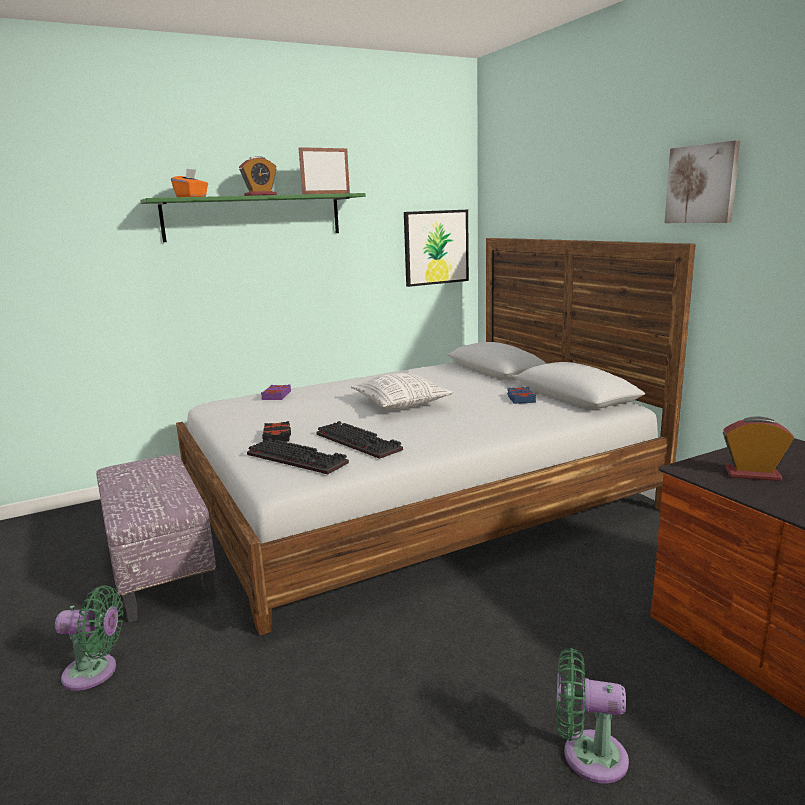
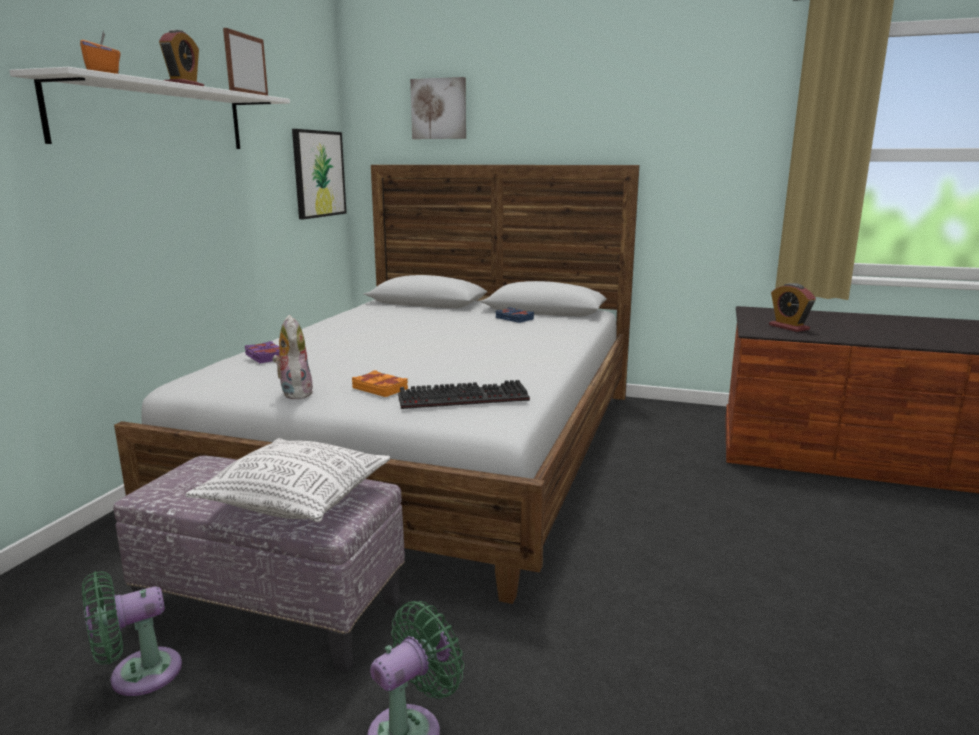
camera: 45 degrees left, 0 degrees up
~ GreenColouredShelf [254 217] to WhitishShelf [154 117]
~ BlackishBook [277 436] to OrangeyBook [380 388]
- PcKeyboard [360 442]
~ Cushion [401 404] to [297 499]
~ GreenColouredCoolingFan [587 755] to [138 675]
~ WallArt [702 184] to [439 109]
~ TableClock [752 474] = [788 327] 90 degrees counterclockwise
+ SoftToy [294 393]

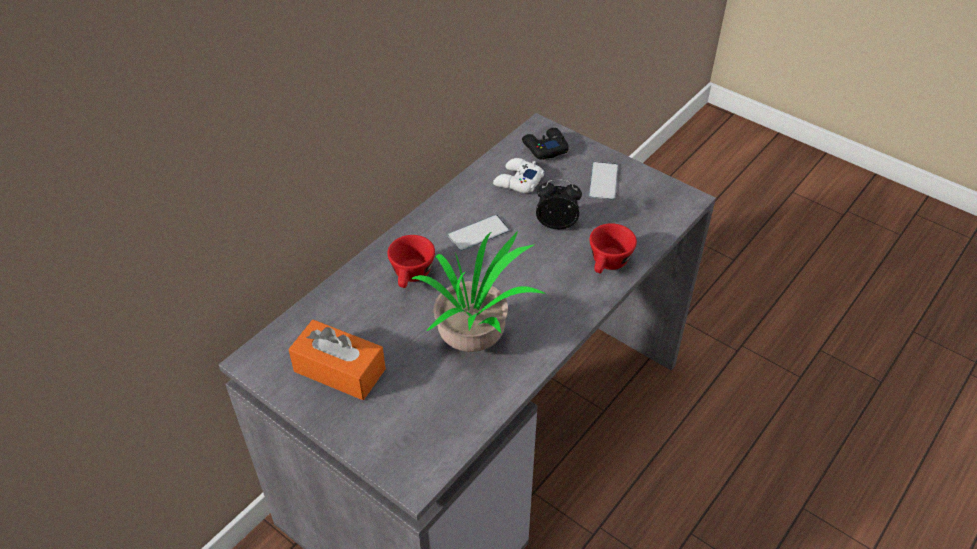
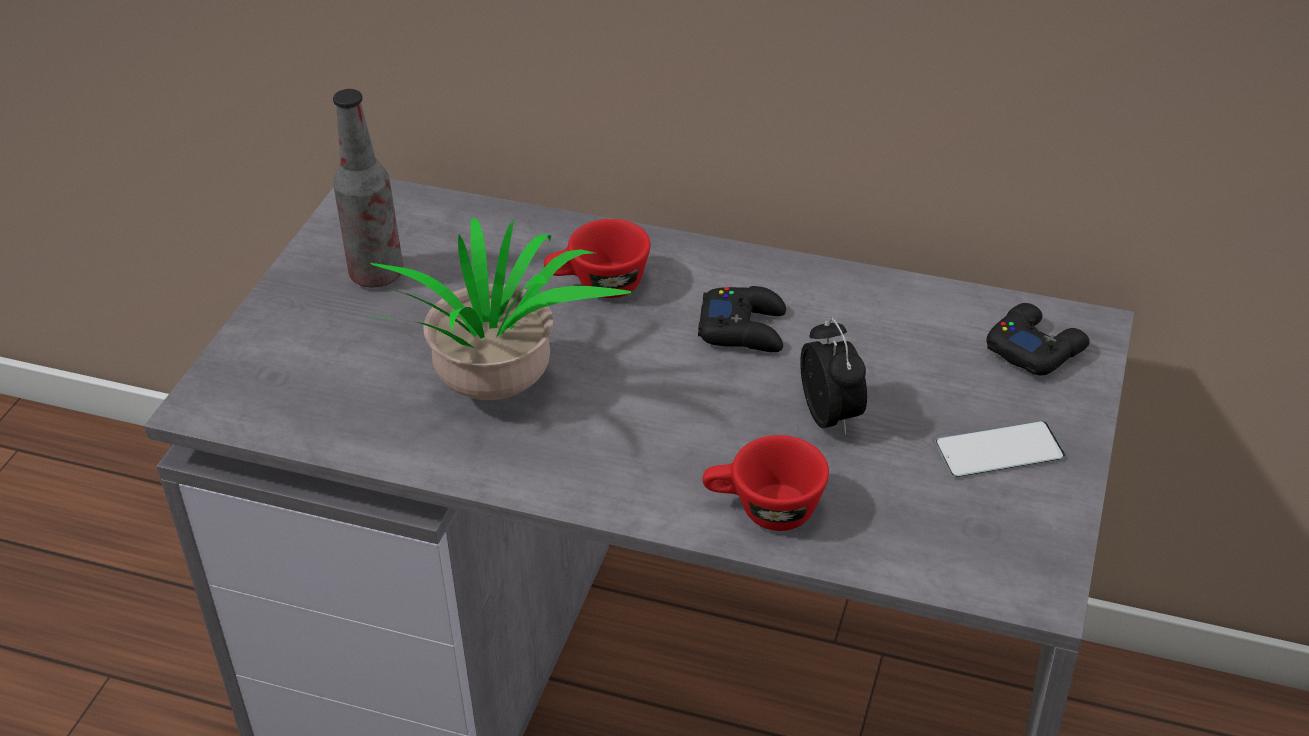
camera: 70 degrees right, 5 degrees down
~ OrangeyBoxOfTissues [339 370] to DrinkBottle [376 274]
~ Telephone [478 233] to BlackishGamepad [744 329]
- WhitishGamepad [517 181]

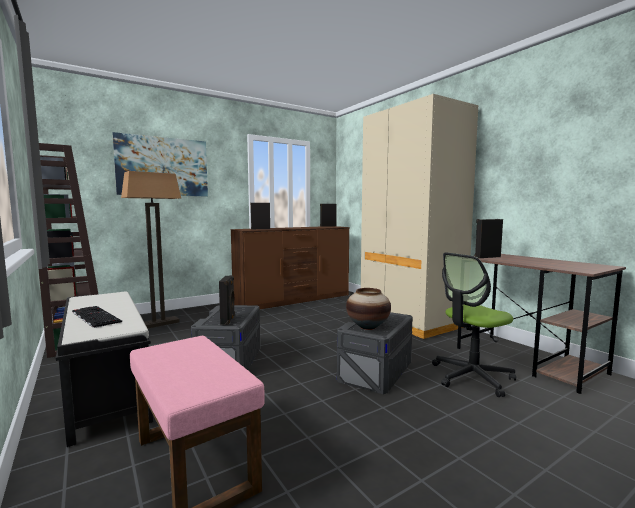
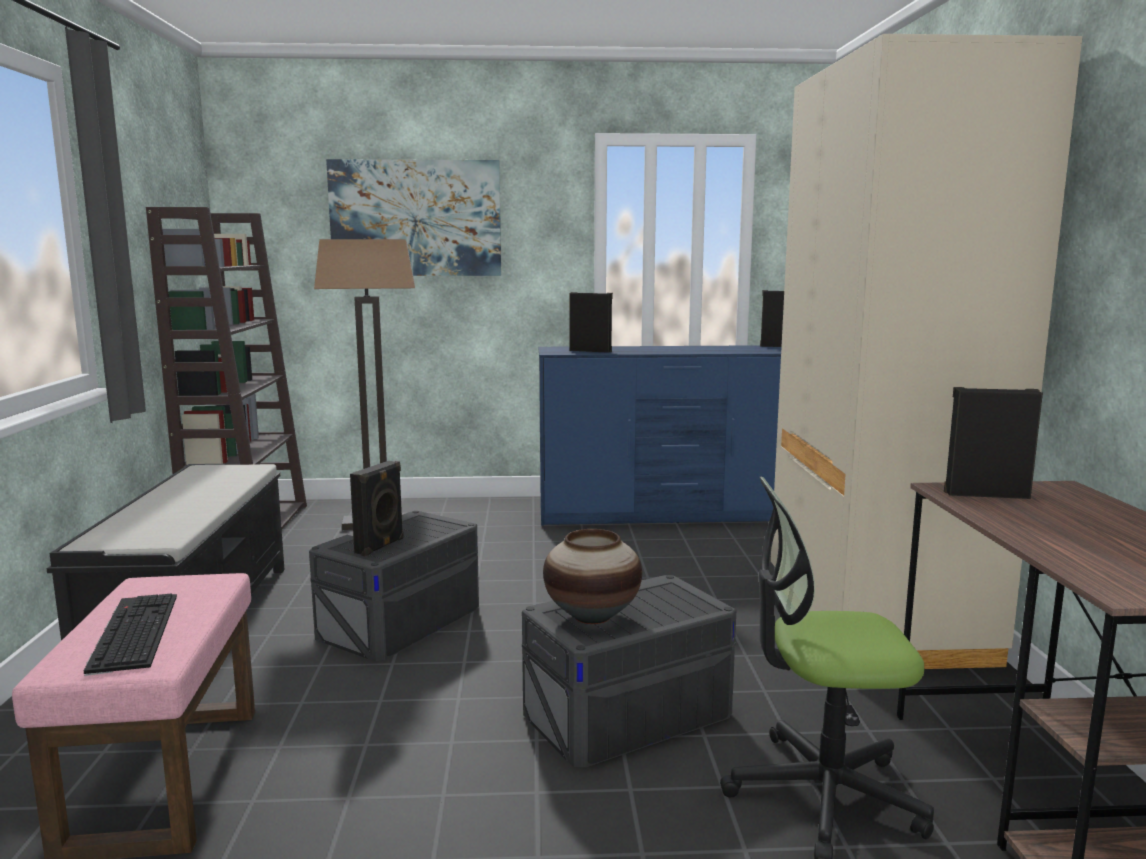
camera: 30 degrees right, 5 degrees up
~ PcKeyboard [94 317] to [132 632]
~ BrownDrawerChest [294 300] to BlueDrawerChest [674 514]

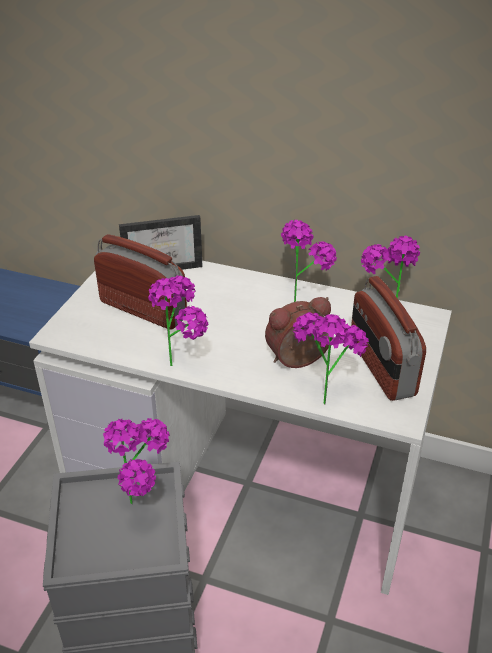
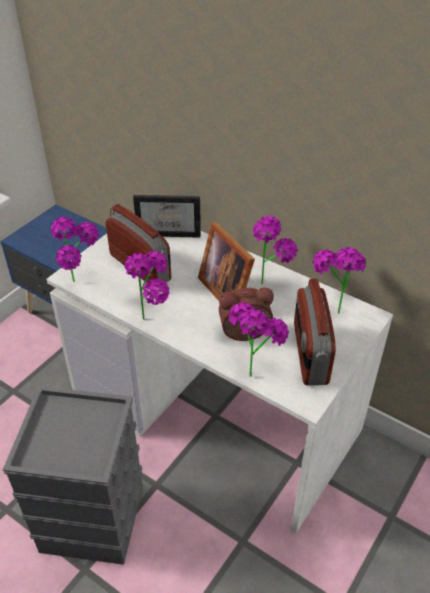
camera: 15 degrees right, 5 degrees up
~ PlantInAPot [145 504] to [82 284]
+ StandingFrame [227 289]

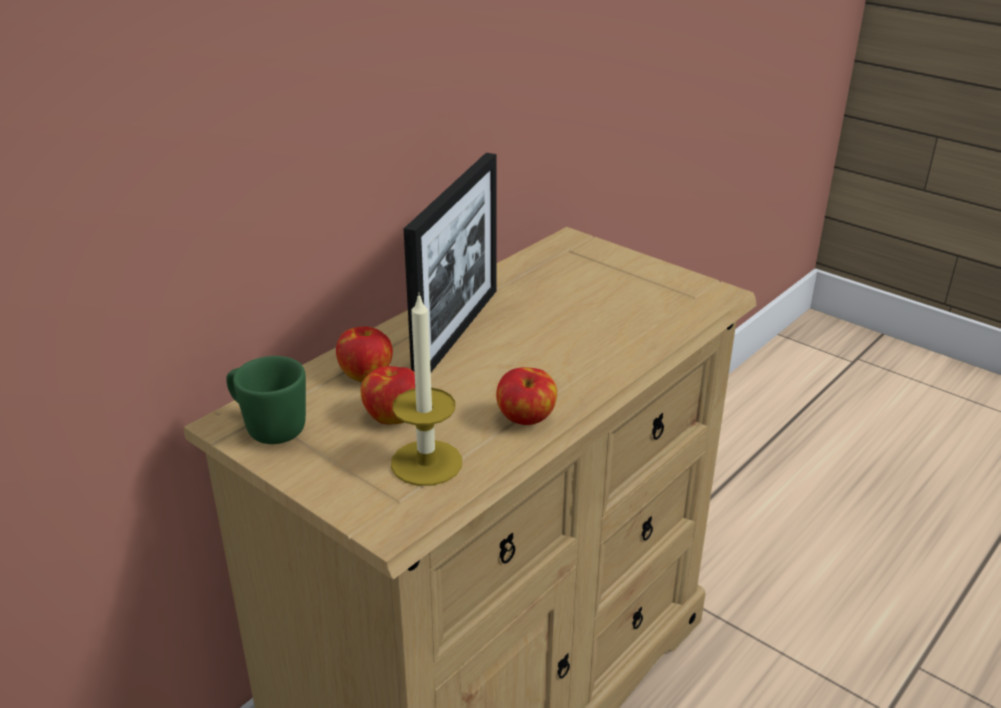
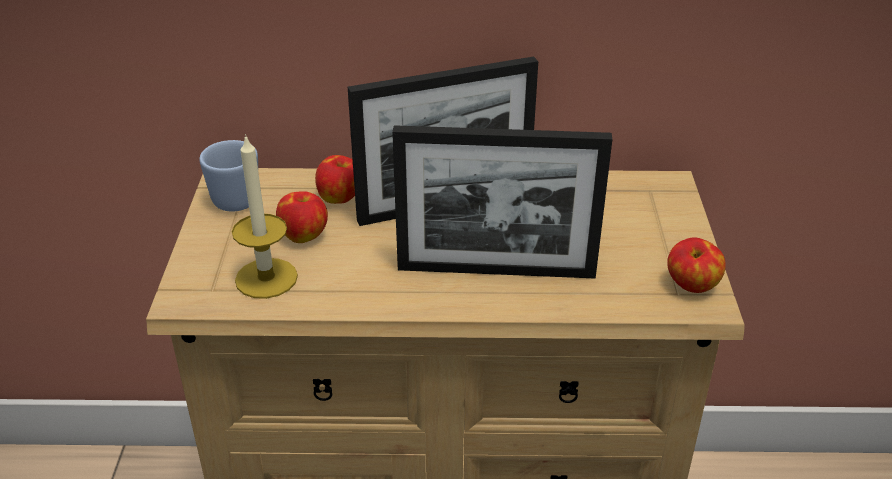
camera: 50 degrees right, 5 degrees up
~ GreenColouredTeaMug [268 427] to BlueTeaMug [236 196]
~ AppleFruit [526 419] to [691 286]
+ StandingFrame [496 270]

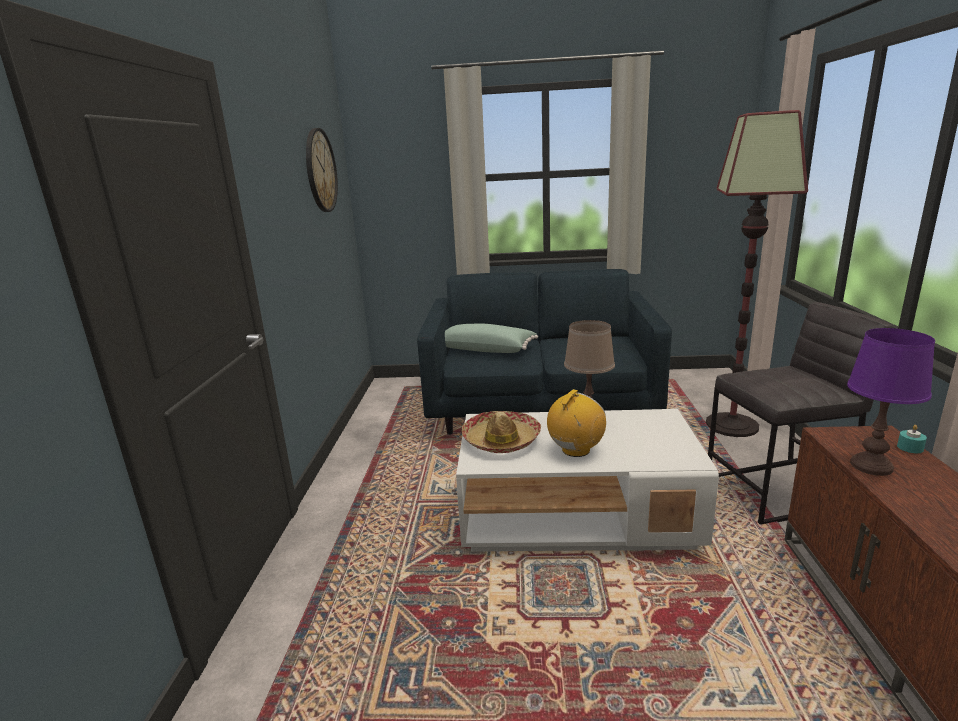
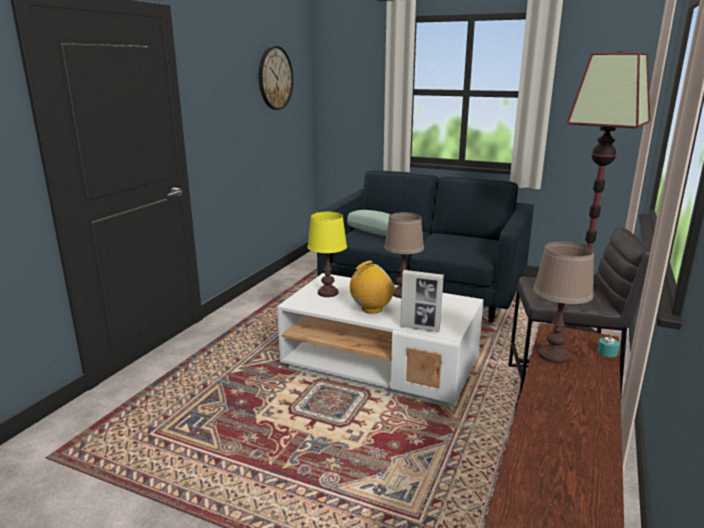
camera: 20 degrees right, 0 degrees up
~ ClothingHat [501 440] to YellowColouredLampForATable [328 293]
~ PurplishLampForATable [871 466] to BrownLampForATable [553 356]
+ StandingFrame [420 328]

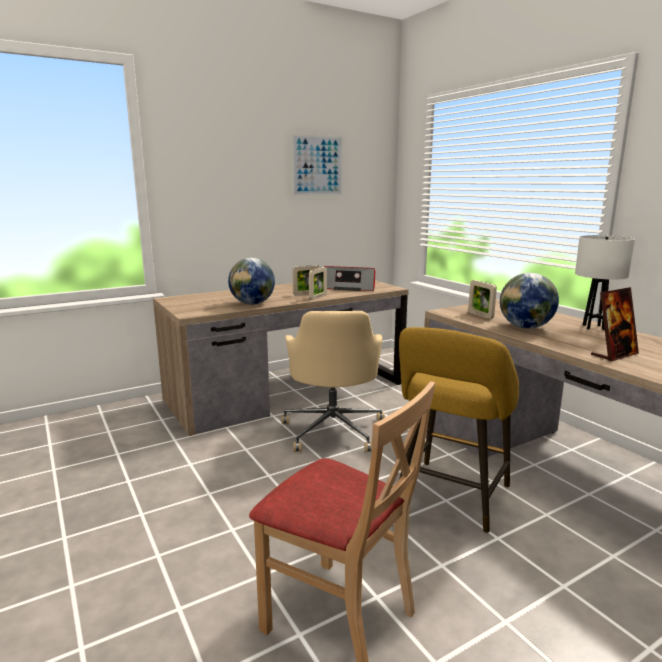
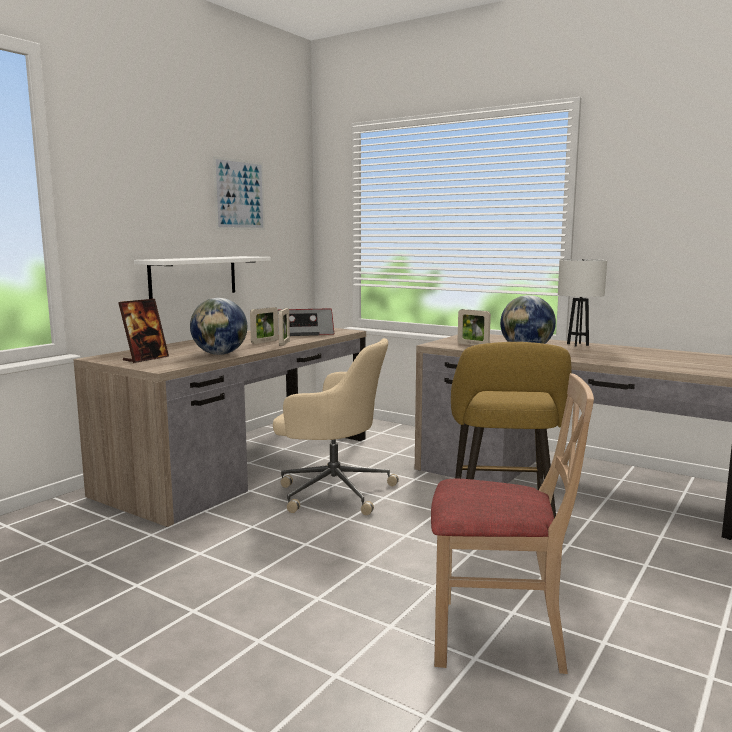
camera: 25 degrees left, 5 degrees down
~ BeigeDeskChair [333 429] = [333 491] 45 degrees counterclockwise
~ StandingFrame [614 355] to [145 359]
+ WhitishShelf [193 277]

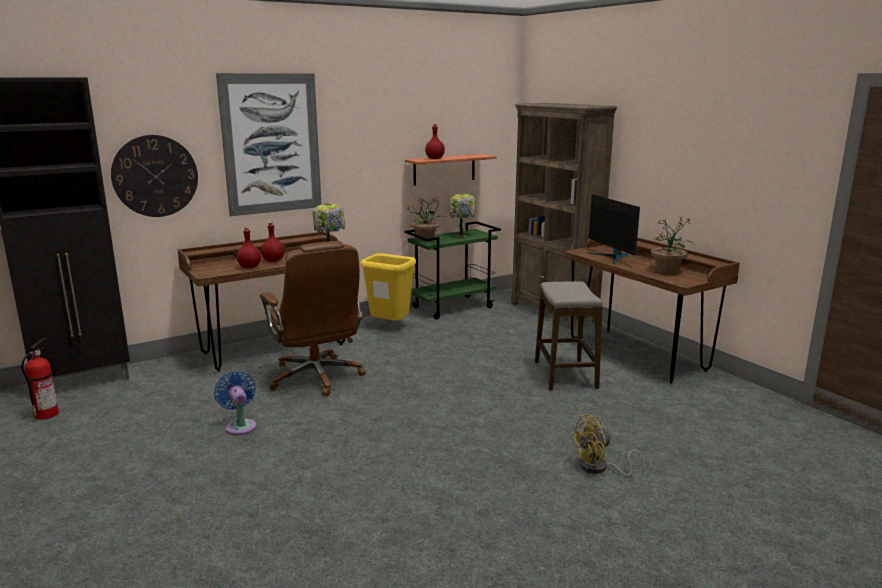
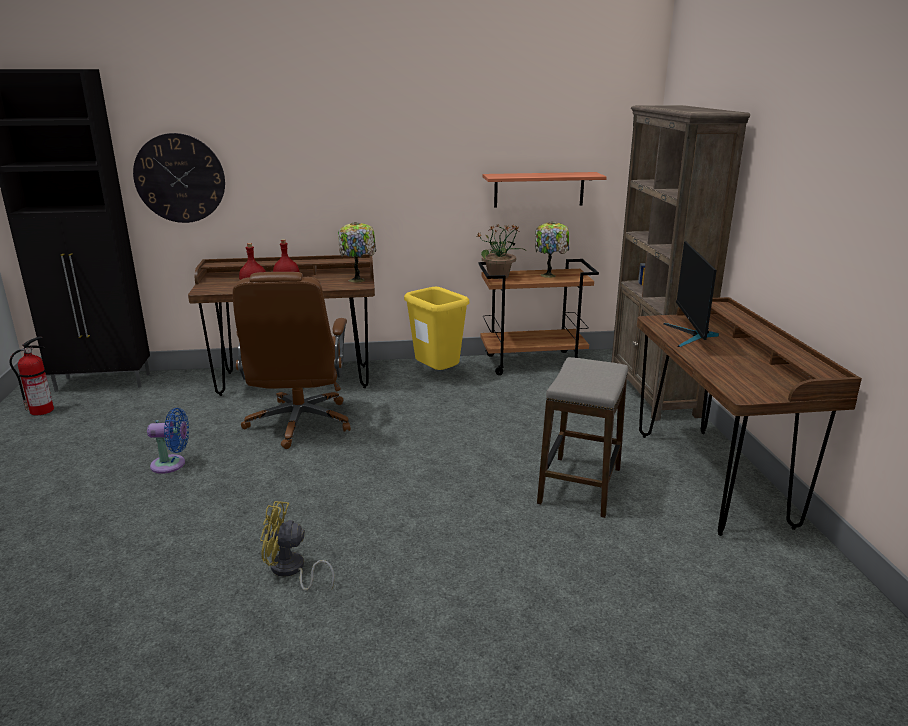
camera: 25 degrees right, 5 degrees up
~ BlueCoolingFan [240 426] = [172 464] 90 degrees clockwise
- WallArt [271 144]
~ GreenColouredCart [453 307] to BrownCart [533 362]
- ReddishDrinkBottle [434 158]
~ YellowColouredCoolingFan [599 468] to [291 571]
- PlantInAPot [667 271]

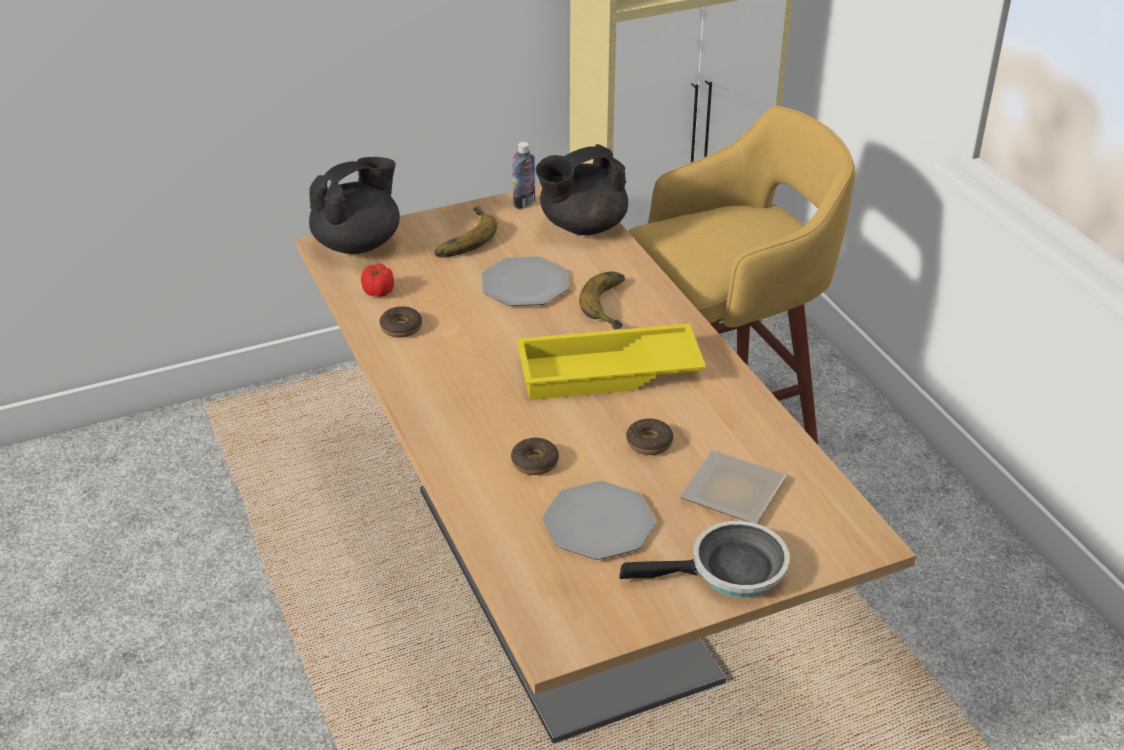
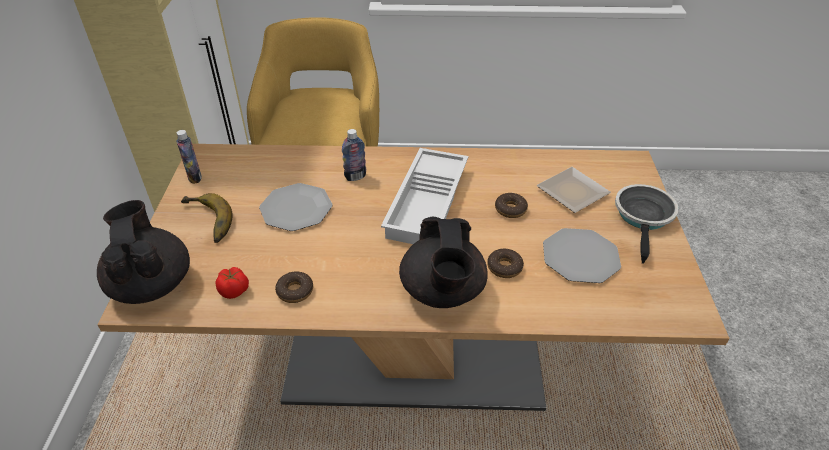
camera: 65 degrees left, 5 degrees up
~ YellowColouredServingTray [608 374] to WhitishServingTray [428 203]
~ BlackishPotForTea [582 226] to [442 292]
~ BananaFruit [614 304] to DrinkBottle [355 176]

